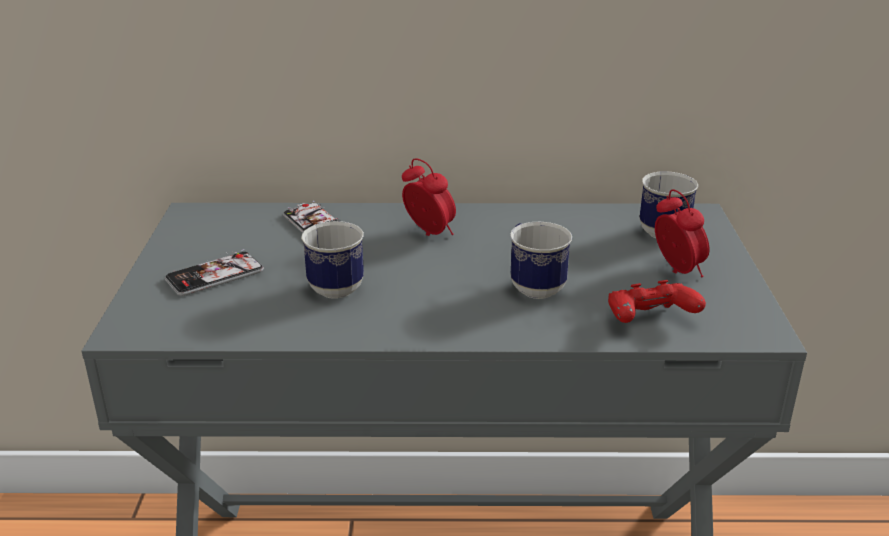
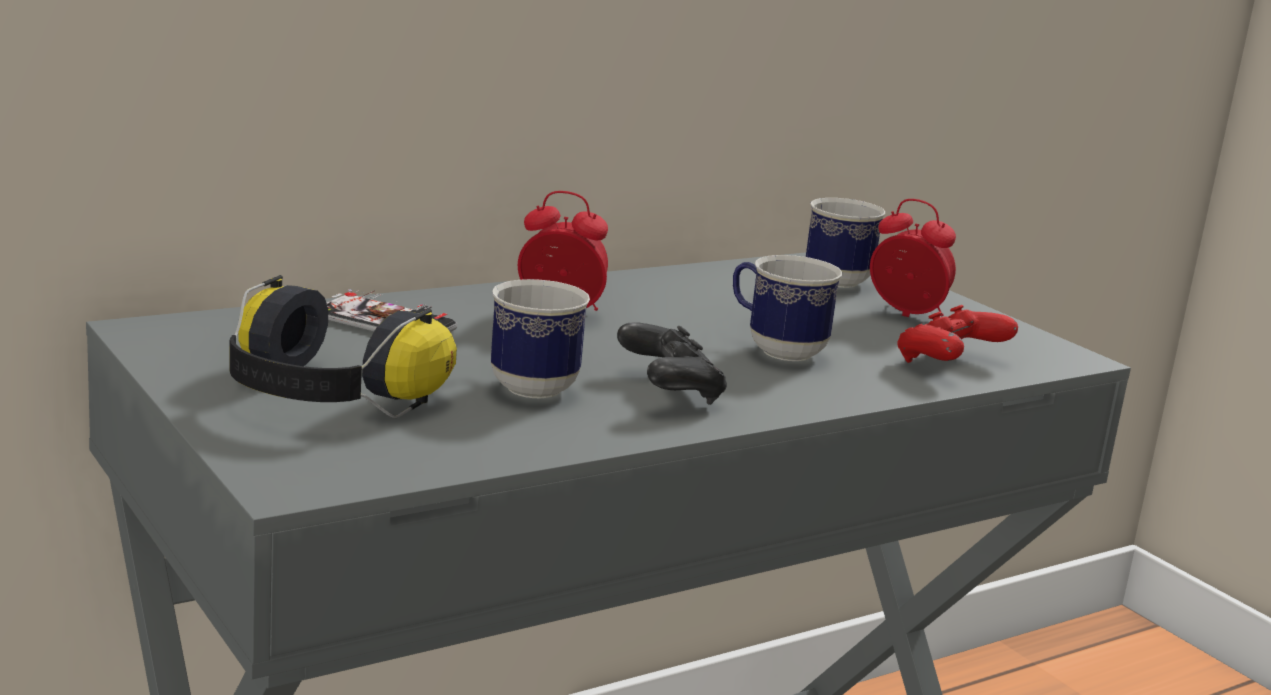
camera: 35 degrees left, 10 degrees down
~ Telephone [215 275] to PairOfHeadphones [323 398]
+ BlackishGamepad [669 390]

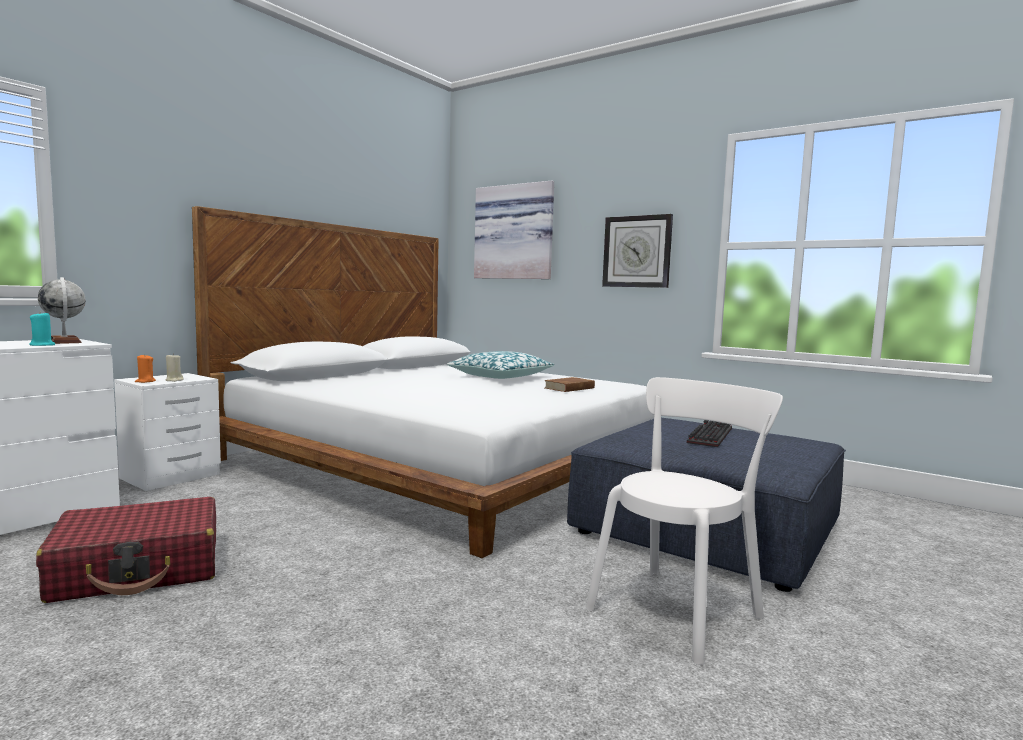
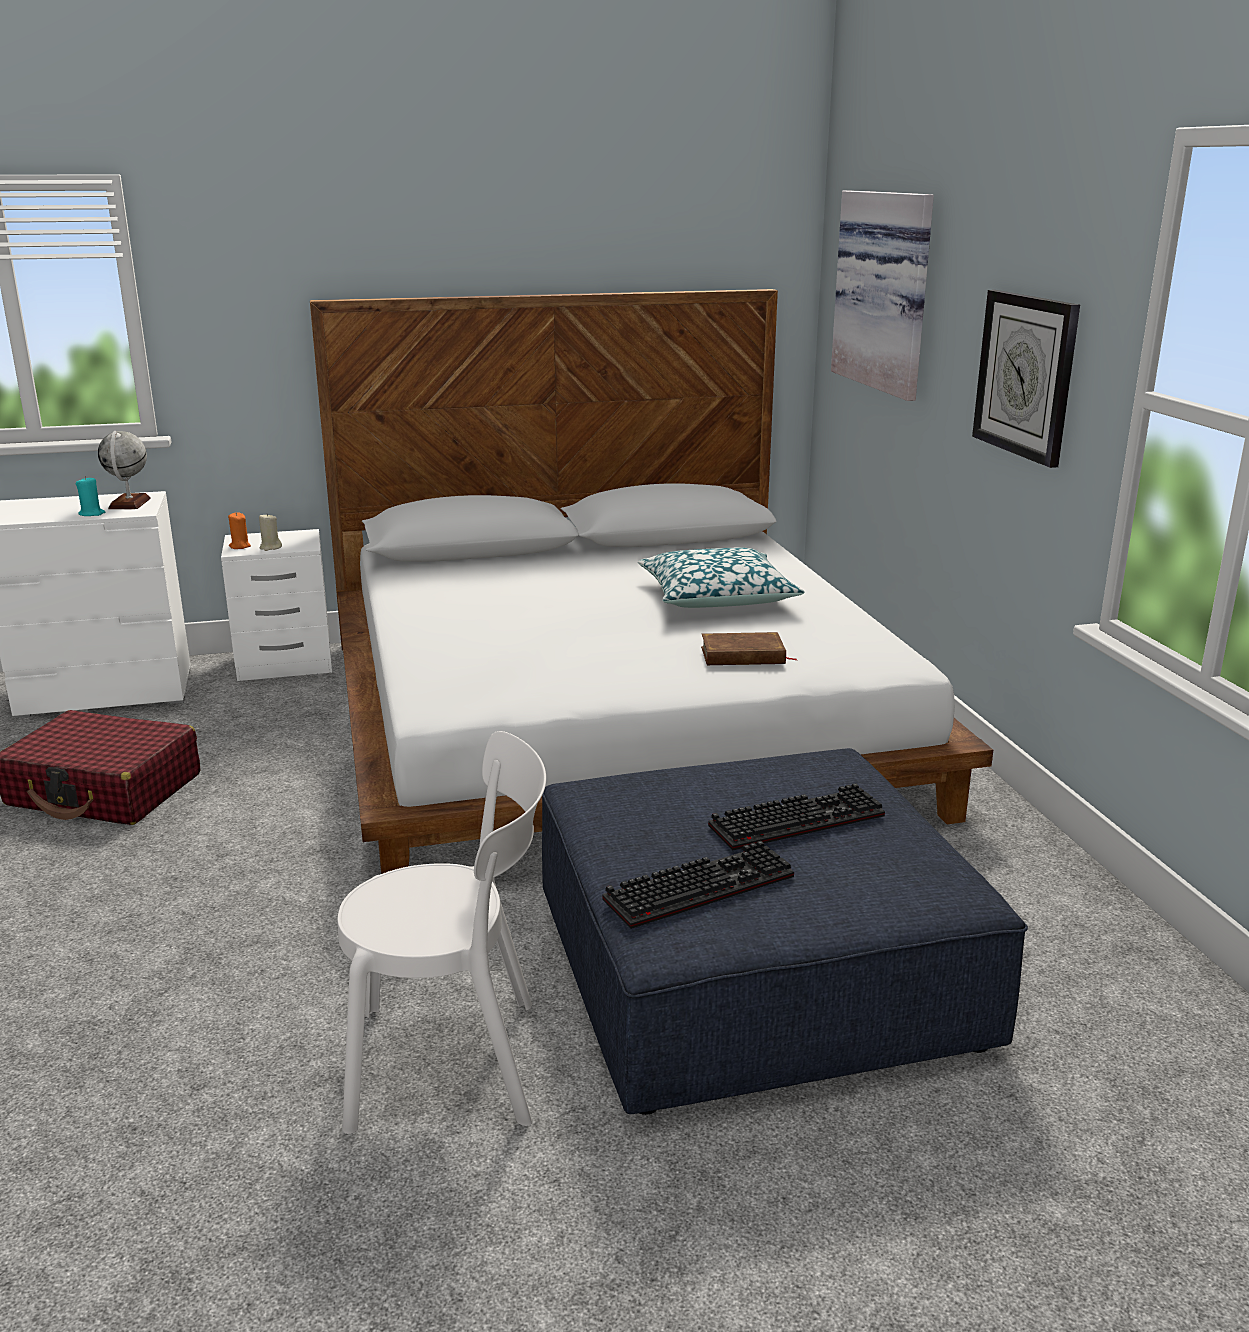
camera: 40 degrees right, 15 degrees up
+ PcKeyboard [700 886]

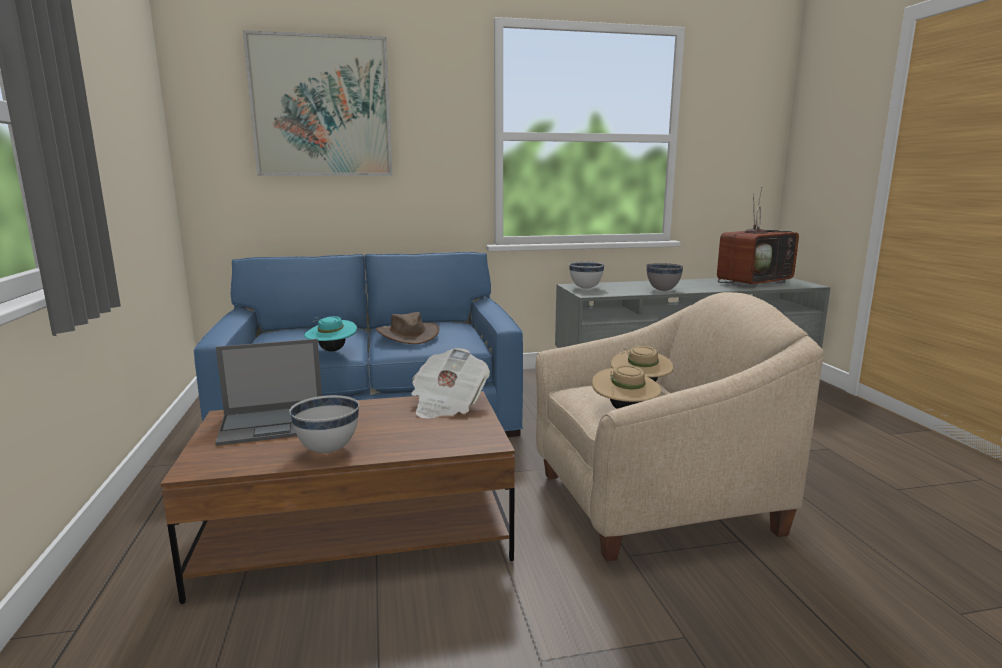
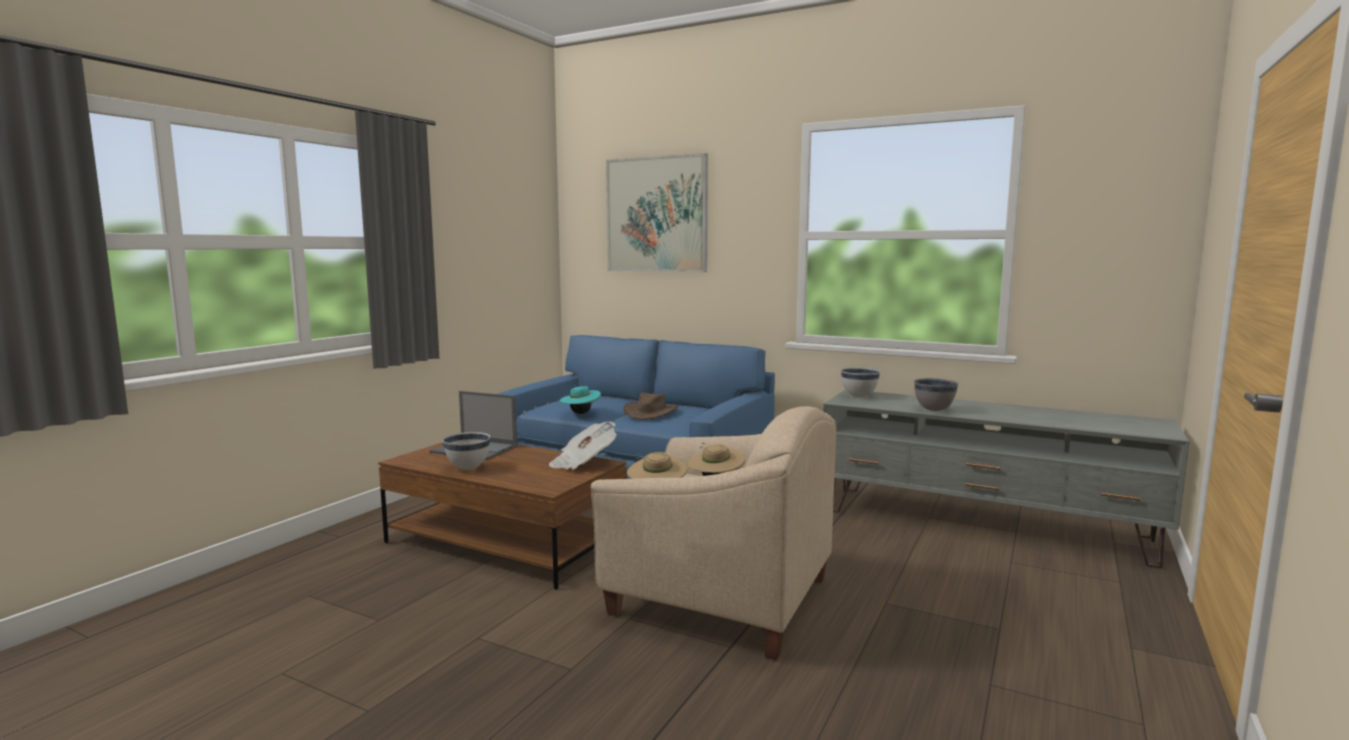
camera: 40 degrees right, 5 degrees down
- Tv [753 282]

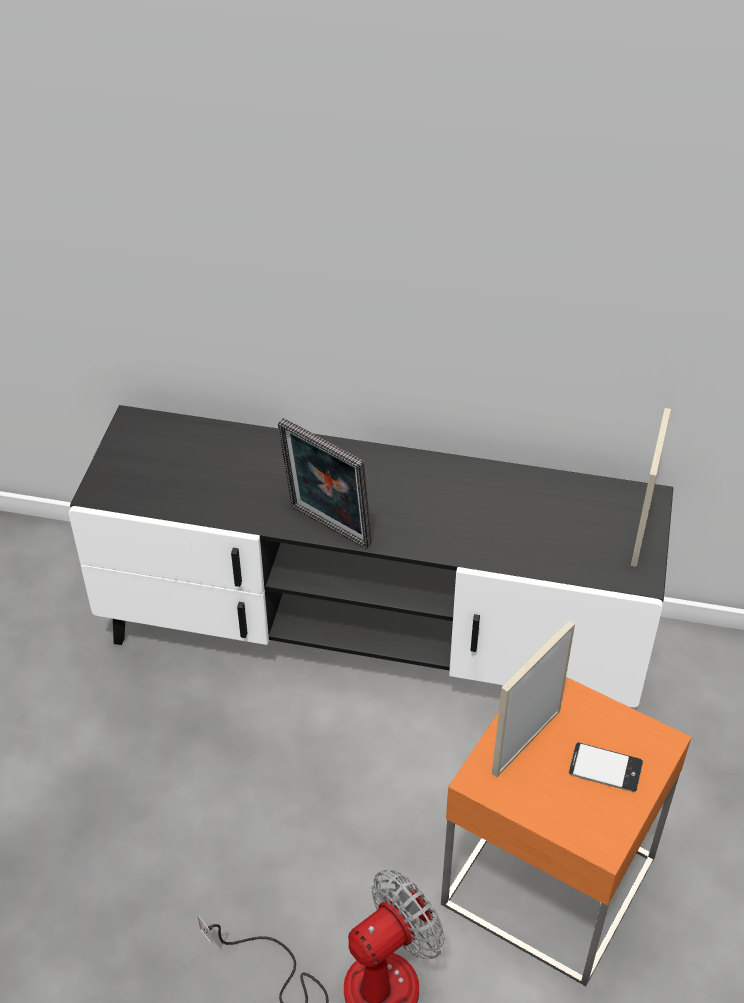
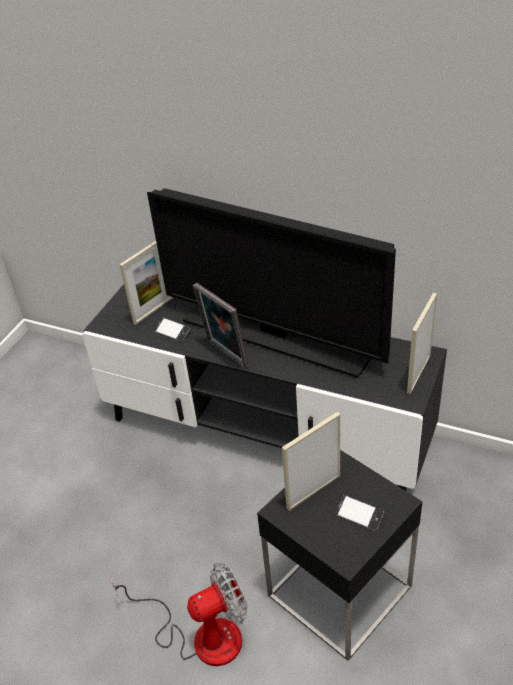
camera: 15 degrees right, 5 degrees down
~ OrangeyAccentTable [549 880] to BlackishAccentTable [339 591]
+ StandingFrame [153 310]
+ Tv [275 338]
+ Telephone [172 332]

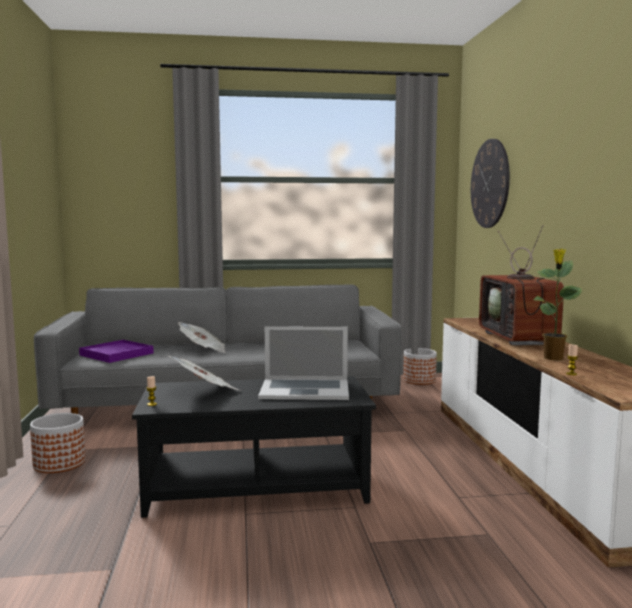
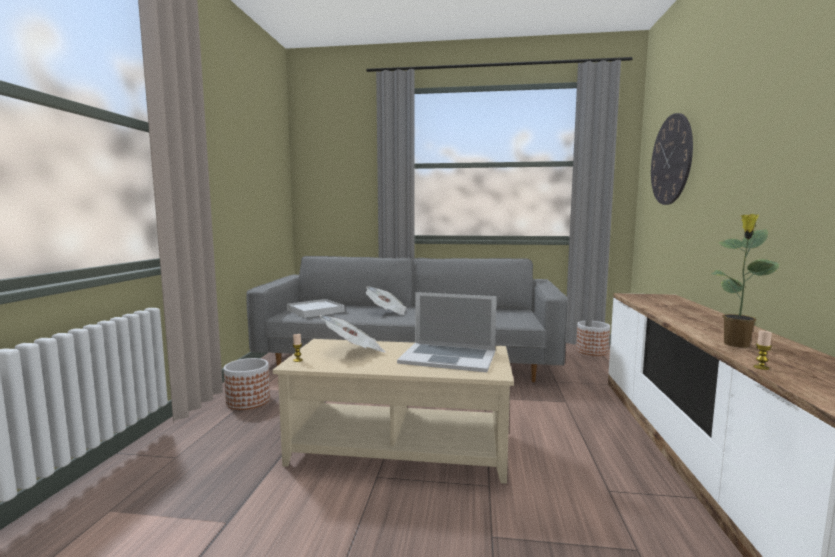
camera: 15 degrees right, 0 degrees up
~ PurplishServingTray [117 354] to WhitishServingTray [315 311]
~ BlackishLoungeTable [257 486] to BeigeLoungeTable [400 447]
- Tv [521 339]

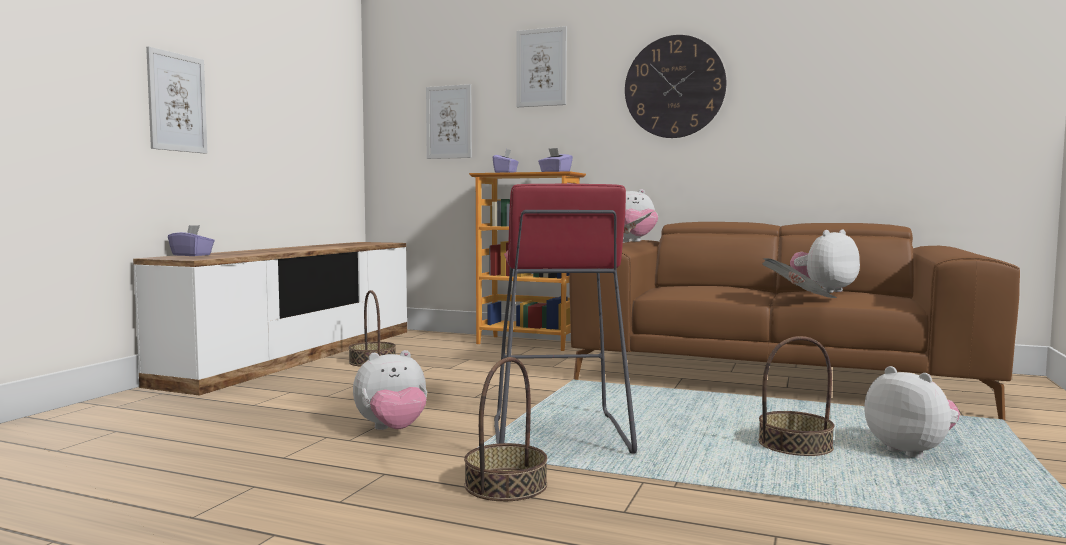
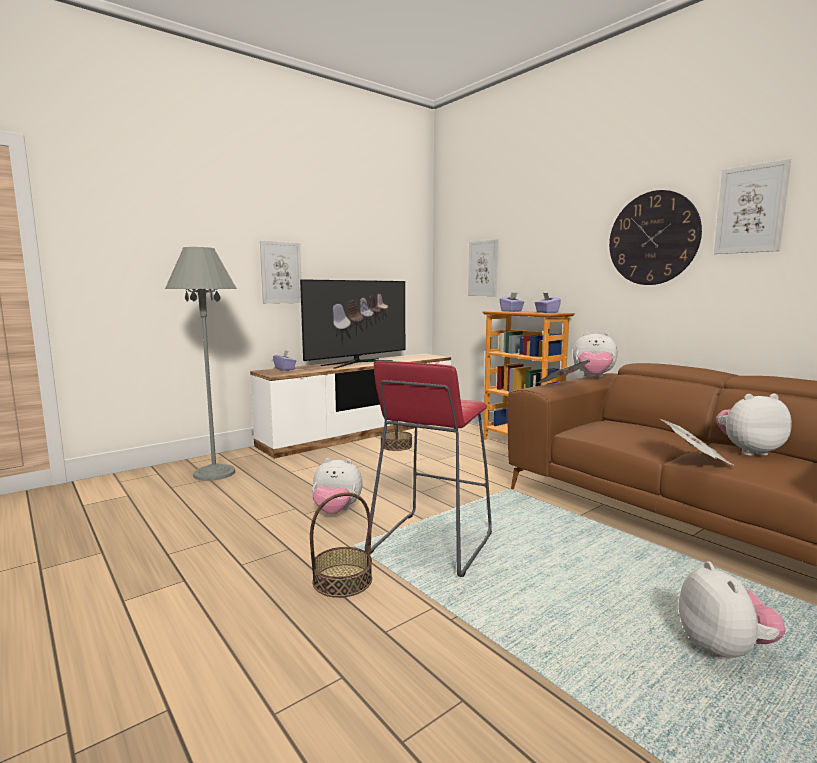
camera: 30 degrees right, 5 degrees up
~ WallArt [541 67] to [750 209]
- Basket [795 445]
+ GrayStandingLamp [214 473]
+ Tv [357 363]

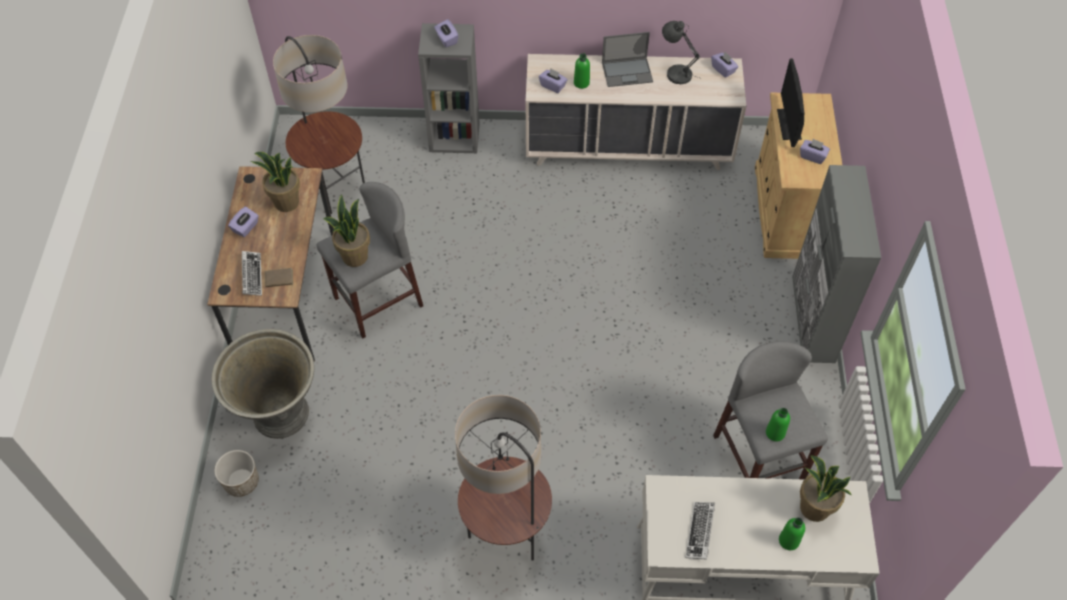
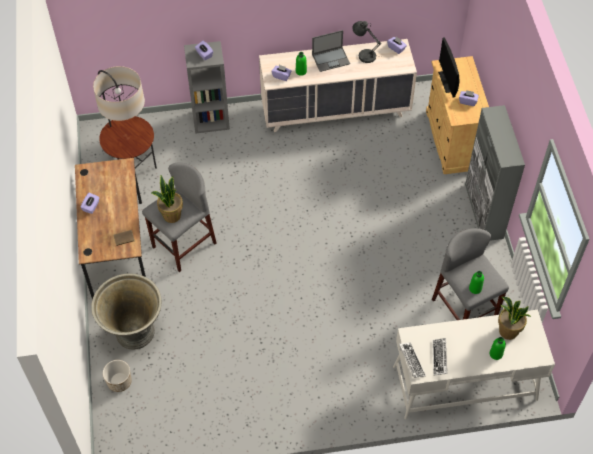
camera: 10 degrees left, 0 degrees up
~ PcKeyboard [252 275] to [411 361]
- PlantInAPot [286 203]
- StandingLamp [506 536]

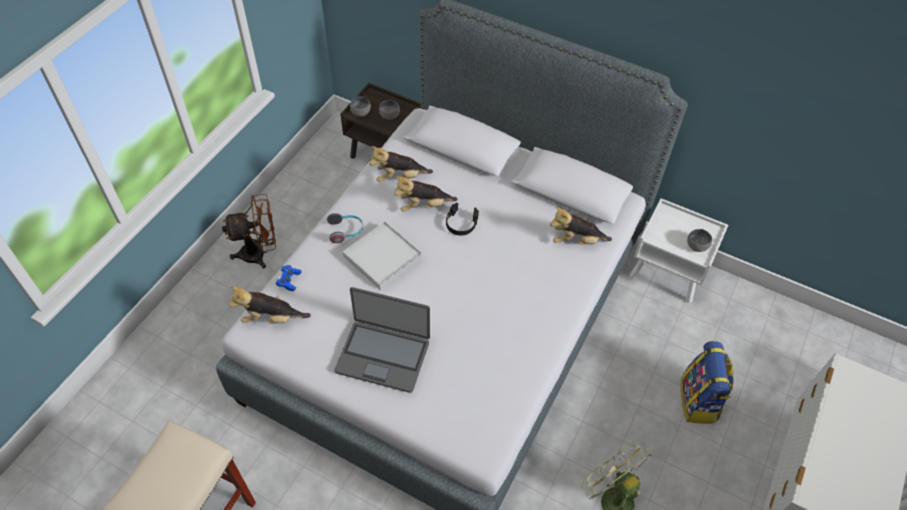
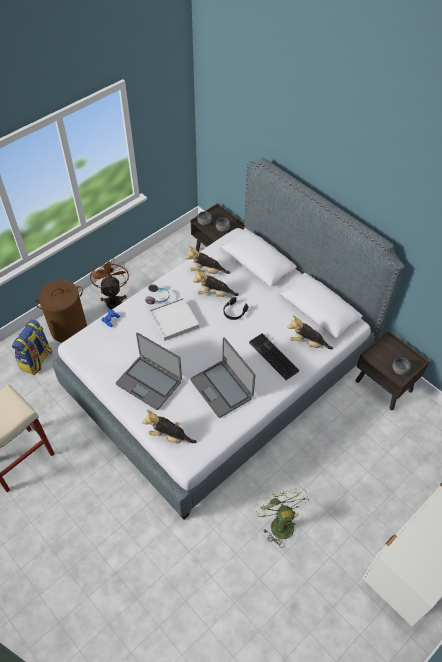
camera: 20 degrees right, 0 degrees up
~ BrownCoolingFan [259 253] = [113 300] 105 degrees counterclockwise
~ SoftToy [271 318] to [169 436]
~ WhitishBedsideTable [668 274] to BrownBedsideTable [384 386]
~ Backpack [698 401] to [37 361]
+ BrownLaundryBasket [69 328]
+ PortableComputer [222 388]
+ PcKeyboard [272 357]

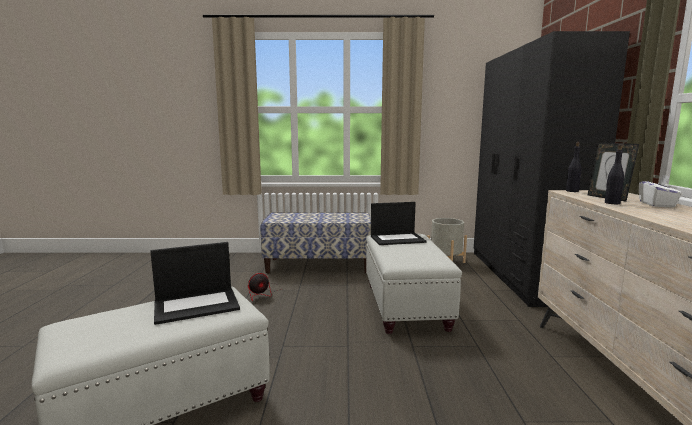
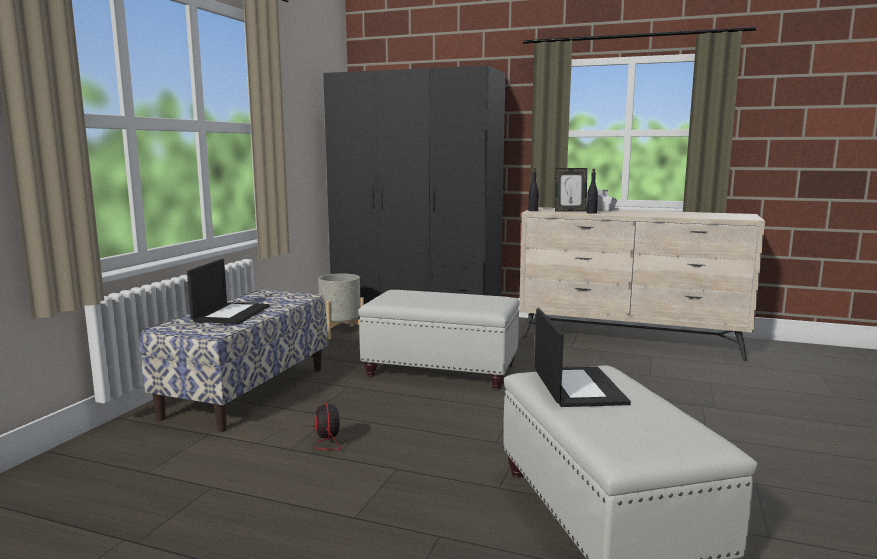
camera: 70 degrees left, 0 degrees up
~ PortableComputer [397 239] to [231 313]

